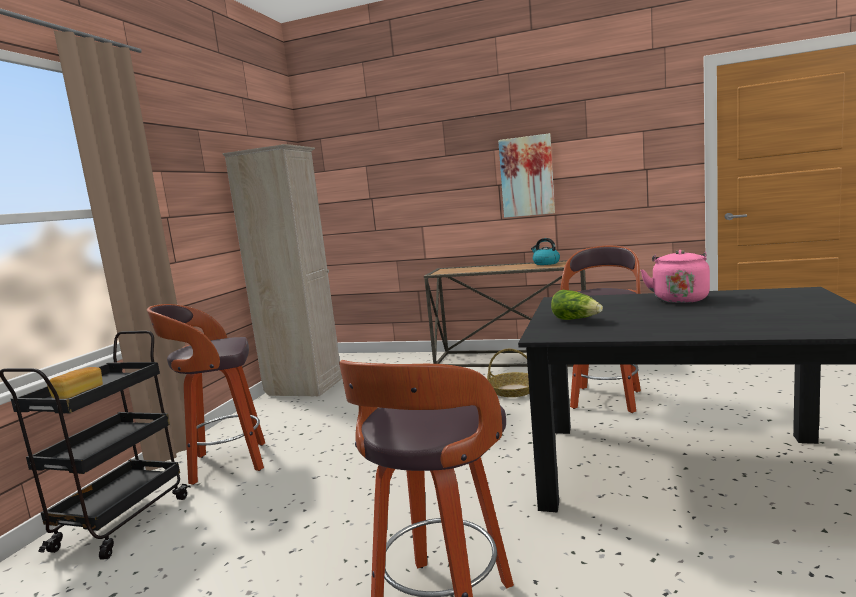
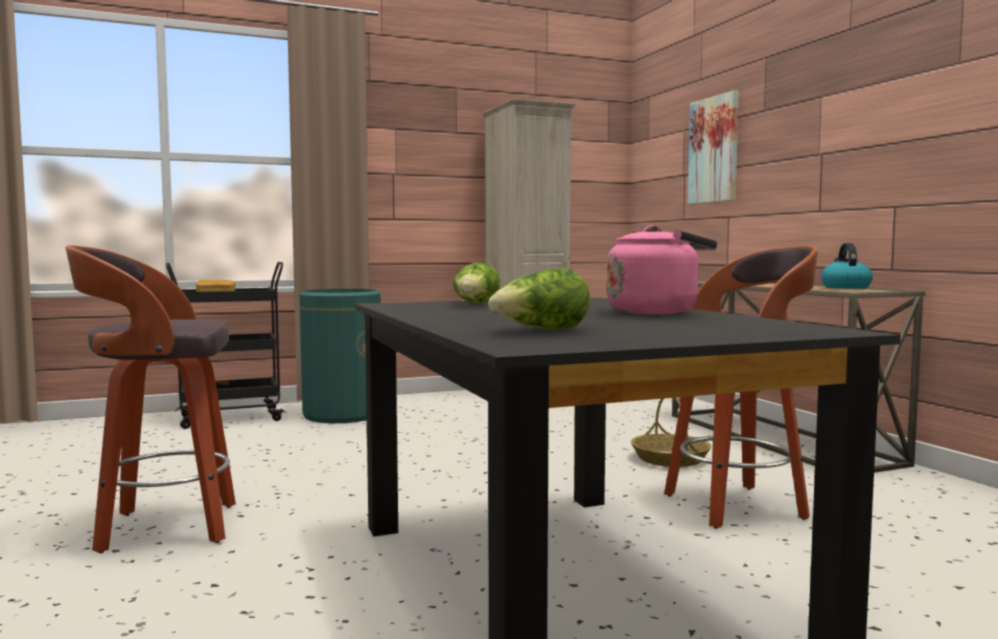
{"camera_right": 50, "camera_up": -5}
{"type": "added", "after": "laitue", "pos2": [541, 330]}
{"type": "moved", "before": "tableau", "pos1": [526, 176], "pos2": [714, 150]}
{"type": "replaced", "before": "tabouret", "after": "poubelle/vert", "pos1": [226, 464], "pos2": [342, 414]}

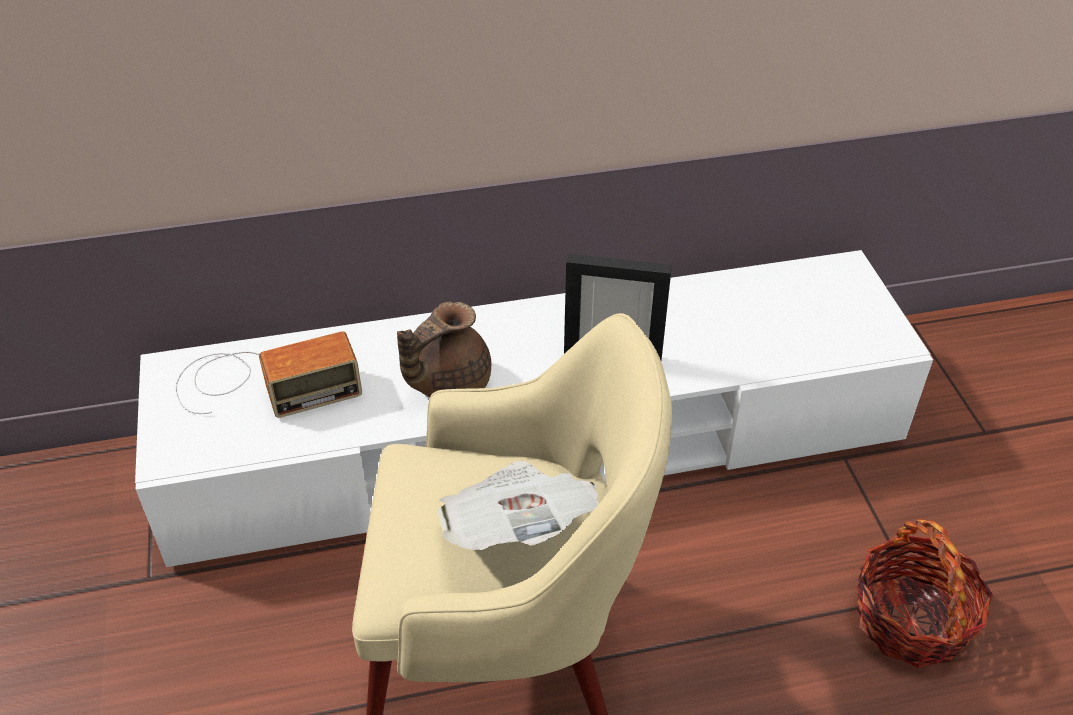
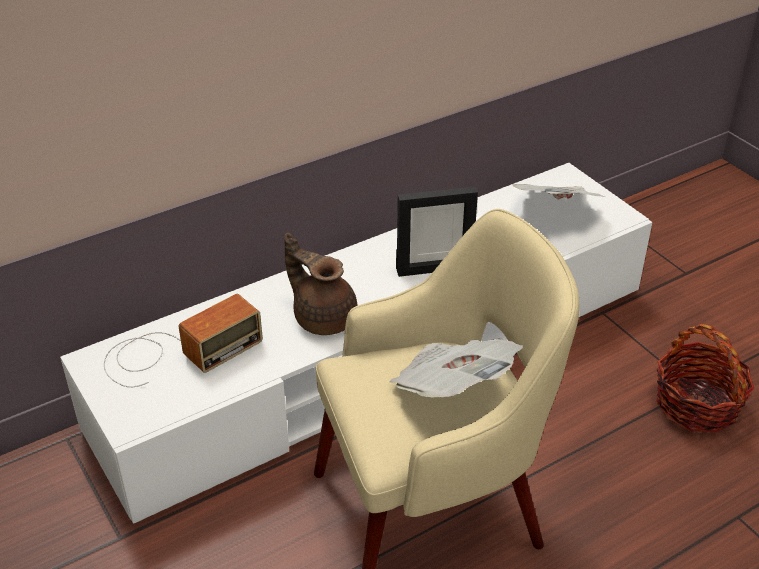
{"camera_right": -20, "camera_up": -5}
{"type": "added", "after": "journal", "pos2": [557, 211]}
{"type": "turned", "before": "théière/marron", "pos1": [448, 383], "pos2": [323, 317], "turn": 105}

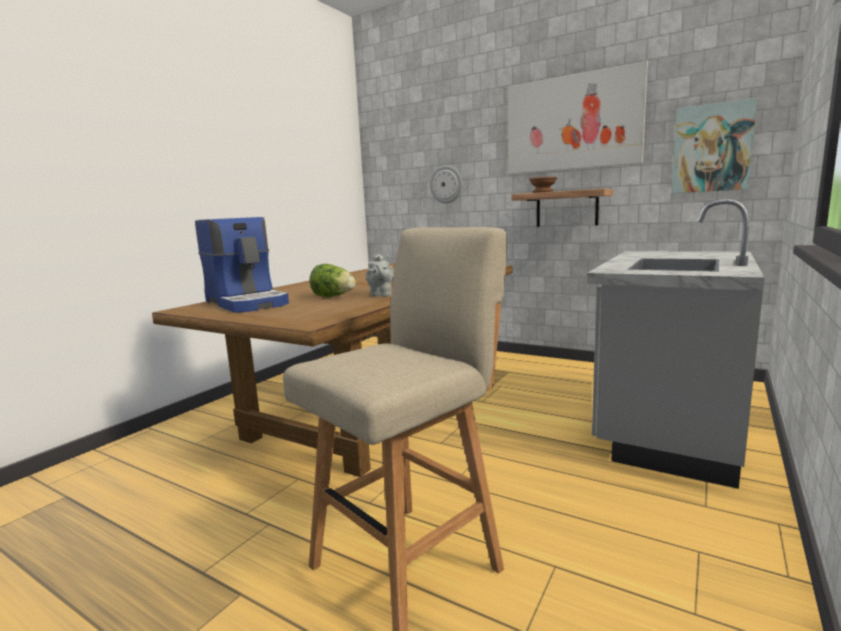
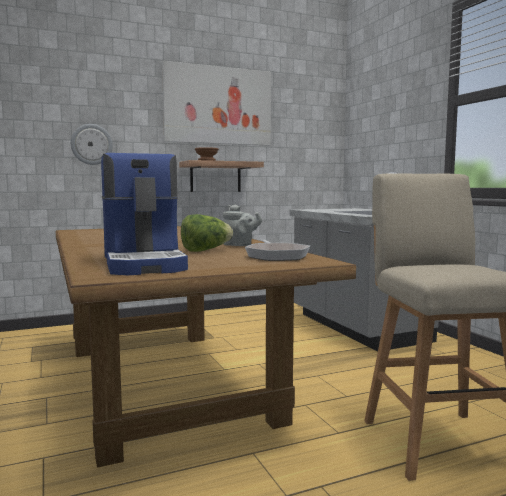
{"camera_right": -55, "camera_up": -5}
{"type": "removed", "before": "tableau", "pos1": [712, 148]}
{"type": "added", "after": "poêle", "pos2": [276, 256]}
{"type": "turned", "before": "machine à café", "pos1": [248, 302], "pos2": [145, 263], "turn": 75}

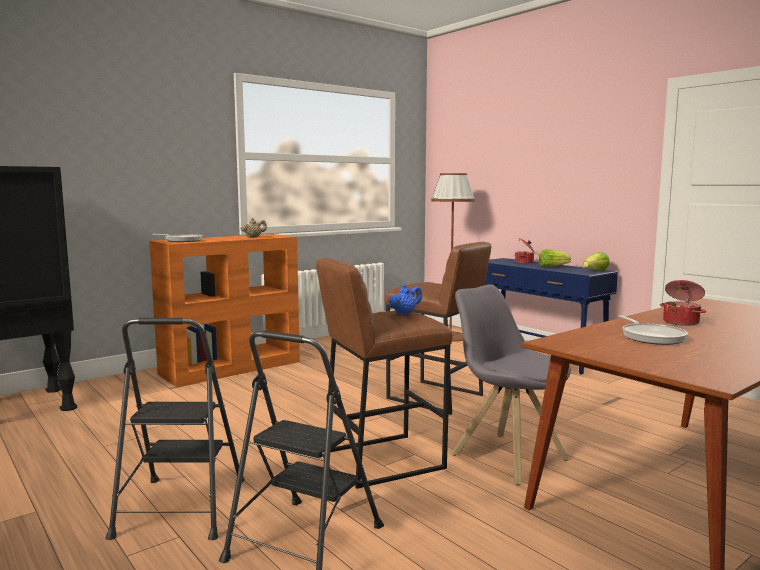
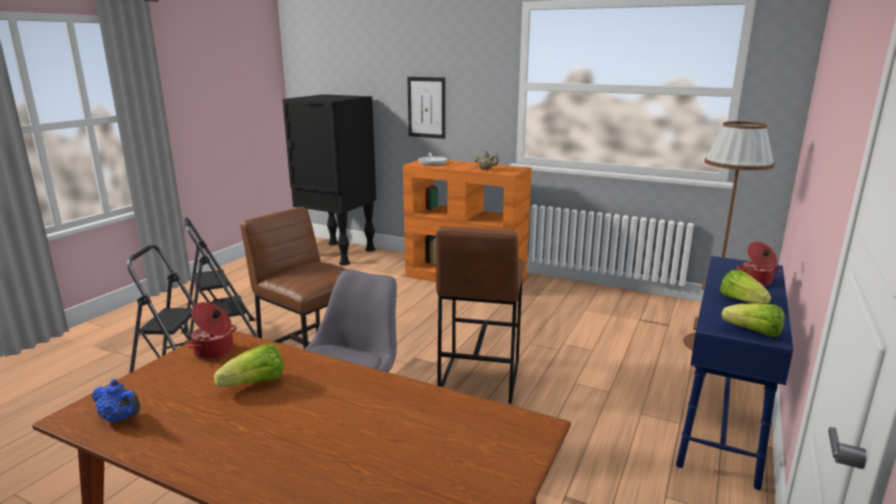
{"camera_right": 65, "camera_up": 10}
{"type": "added", "after": "tableau", "pos2": [426, 107]}
{"type": "moved", "before": "théière/bleu", "pos1": [405, 313], "pos2": [121, 418]}
{"type": "moved", "before": "marmite", "pos1": [681, 322], "pos2": [215, 351]}
{"type": "replaced", "before": "poêle", "after": "laitue", "pos1": [651, 337], "pos2": [255, 384]}

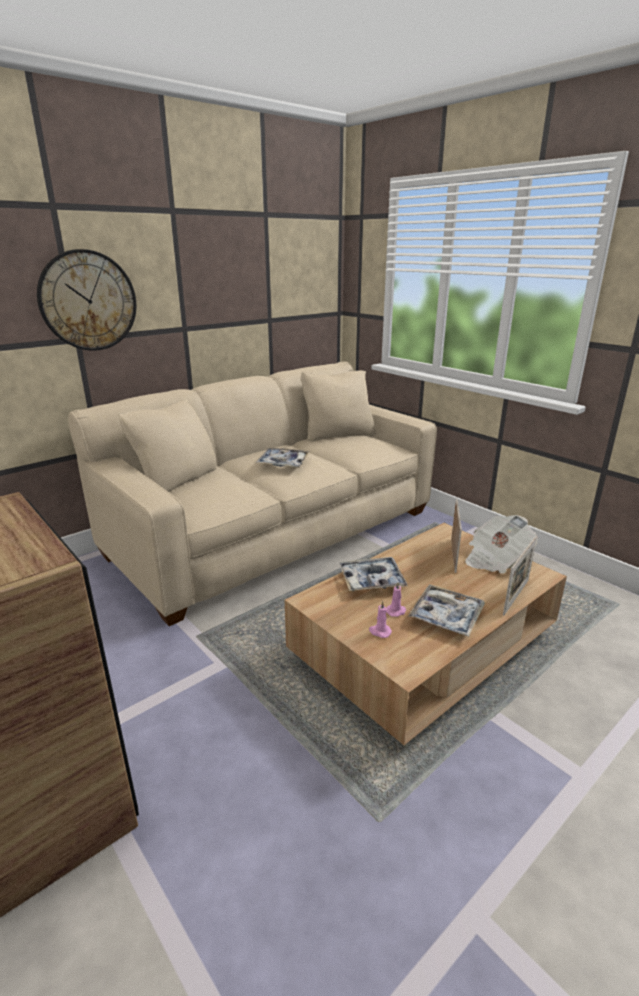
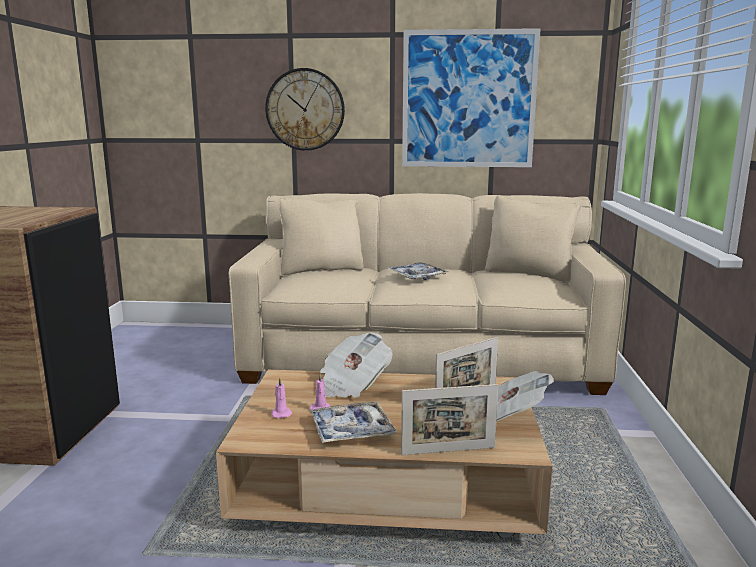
{"camera_right": 45, "camera_up": -10}
{"type": "added", "after": "tableau", "pos2": [468, 99]}
{"type": "replaced", "before": "plateau", "after": "journal", "pos1": [372, 580], "pos2": [351, 385]}

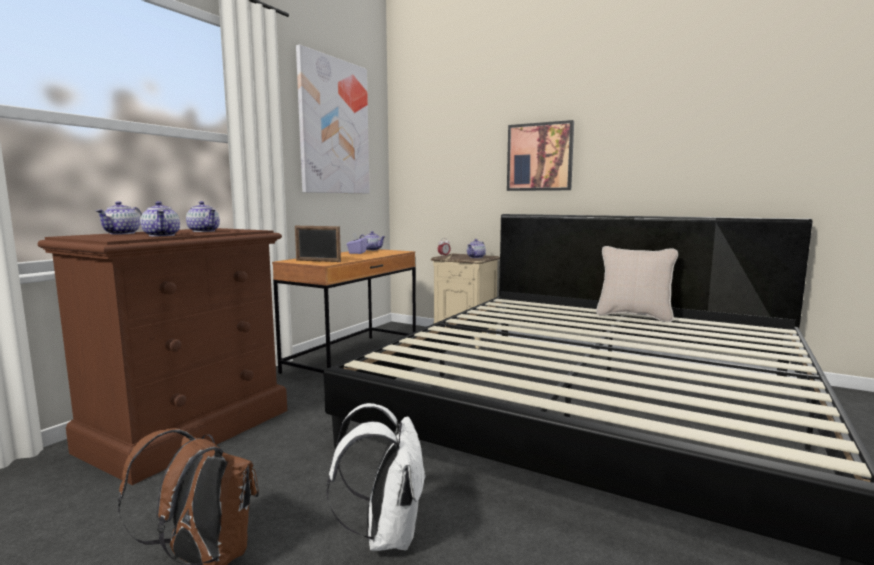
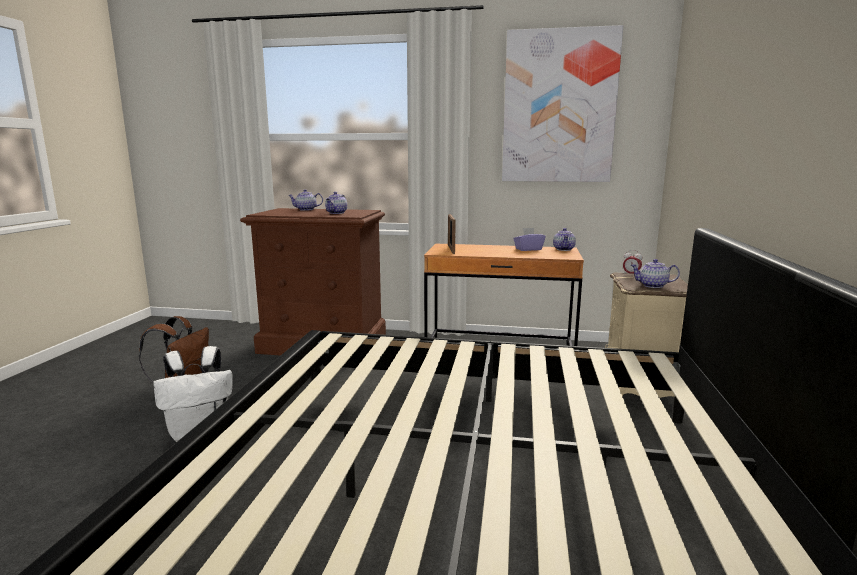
{"camera_right": 70, "camera_up": 5}
{"type": "removed", "before": "théière", "pos1": [162, 235]}
{"type": "removed", "before": "tableau", "pos1": [540, 157]}
{"type": "removed", "before": "coussin/beige", "pos1": [634, 316]}

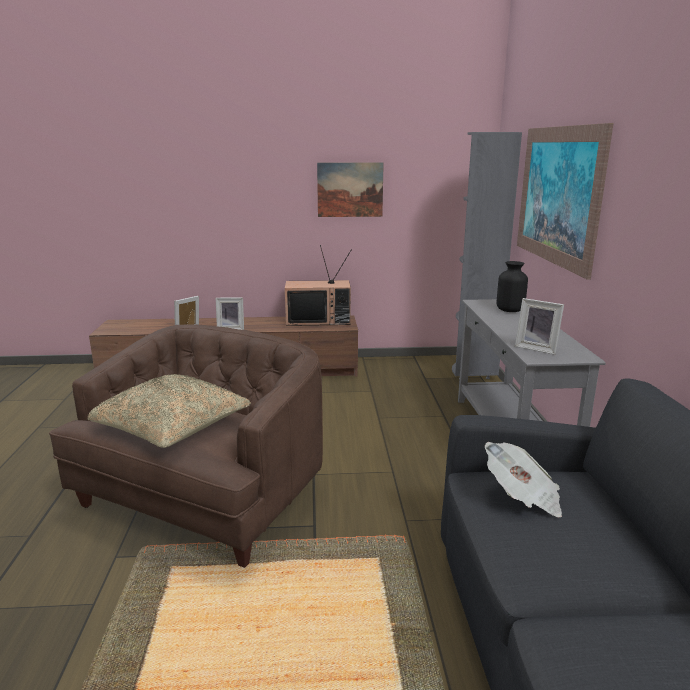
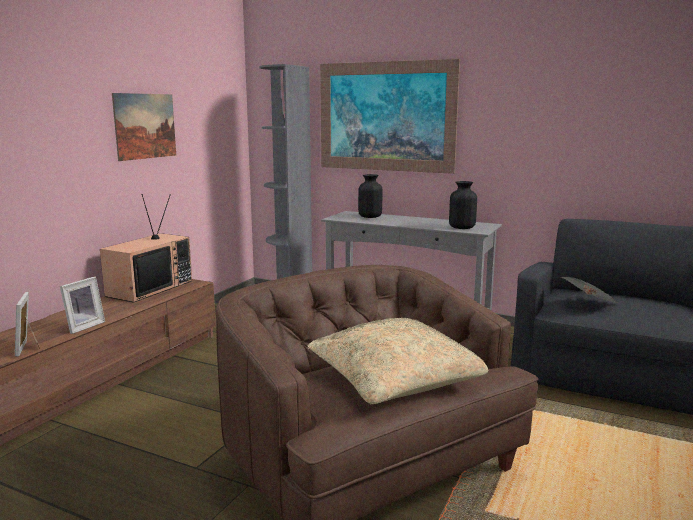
{"camera_right": -60, "camera_up": -5}
{"type": "replaced", "before": "cadre photo", "after": "vase/noir", "pos1": [537, 348], "pos2": [462, 227]}

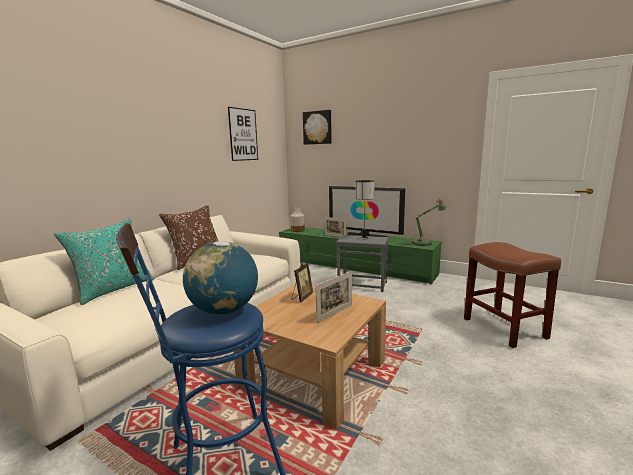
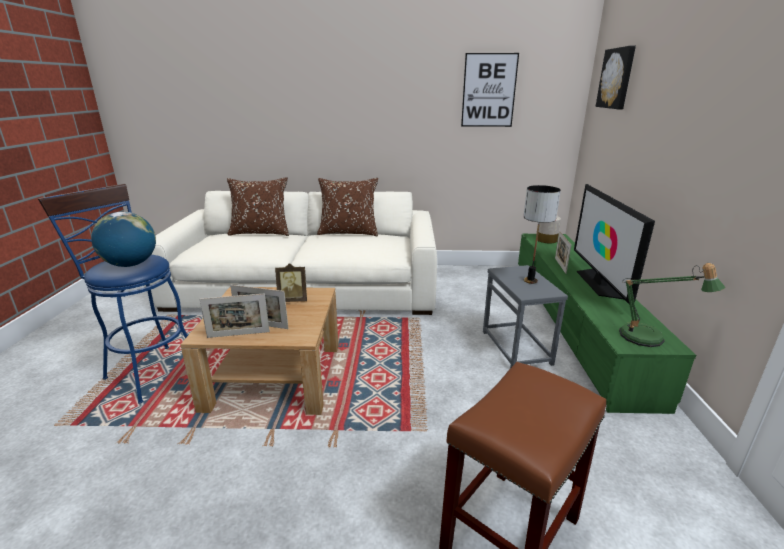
{"camera_right": 60, "camera_up": 10}
{"type": "added", "after": "cadre photo", "pos2": [238, 334]}
{"type": "recoloured", "before": "coussin/turquoise", "after": "coussin/marron", "pos1": [113, 290], "pos2": [261, 233]}

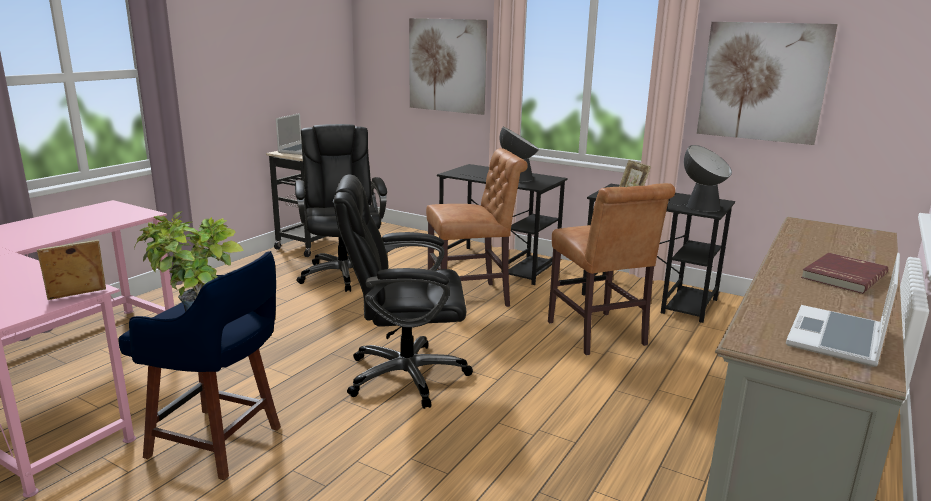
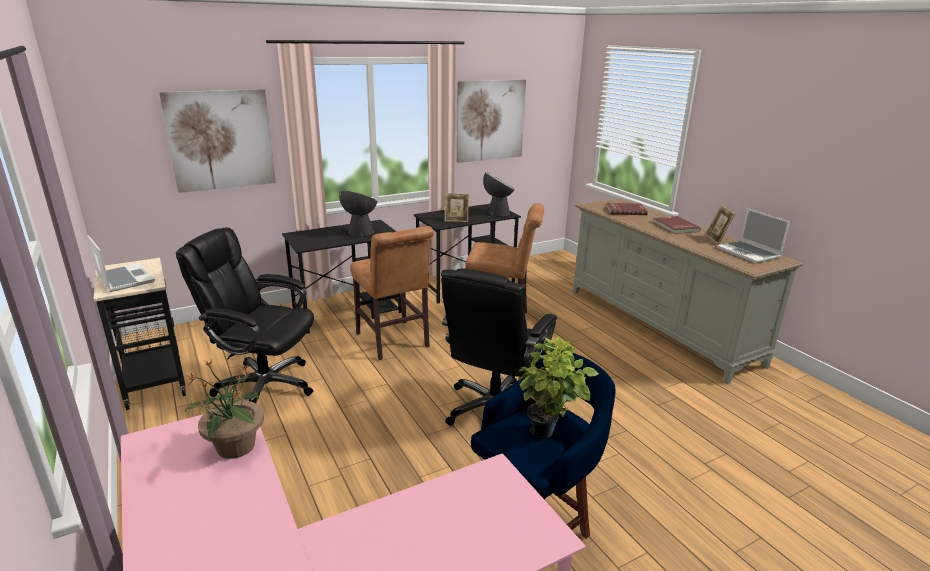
{"camera_right": -60, "camera_up": 5}
{"type": "added", "after": "plante en pot", "pos2": [235, 447]}
{"type": "added", "after": "livre/rouge", "pos2": [625, 210]}
{"type": "moved", "before": "cadre photo", "pos1": [78, 297], "pos2": [716, 239]}
{"type": "turned", "before": "chaise/marron", "pos1": [472, 297], "pos2": [394, 342], "turn": 135}

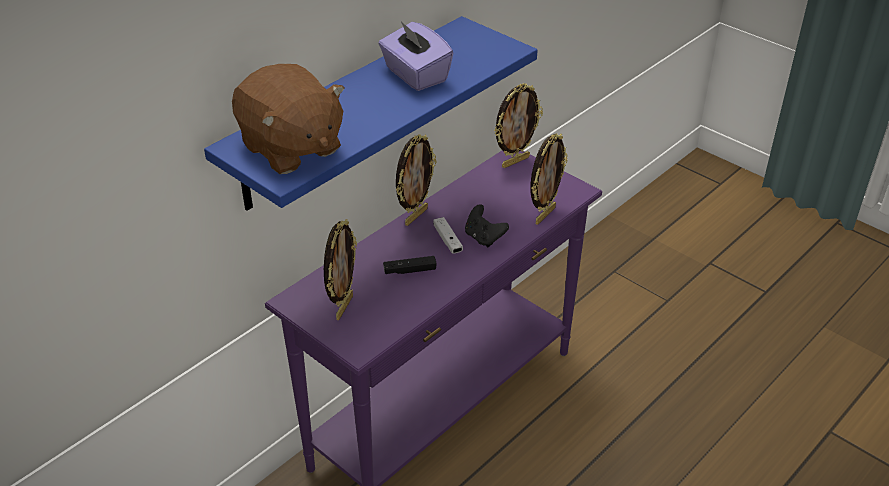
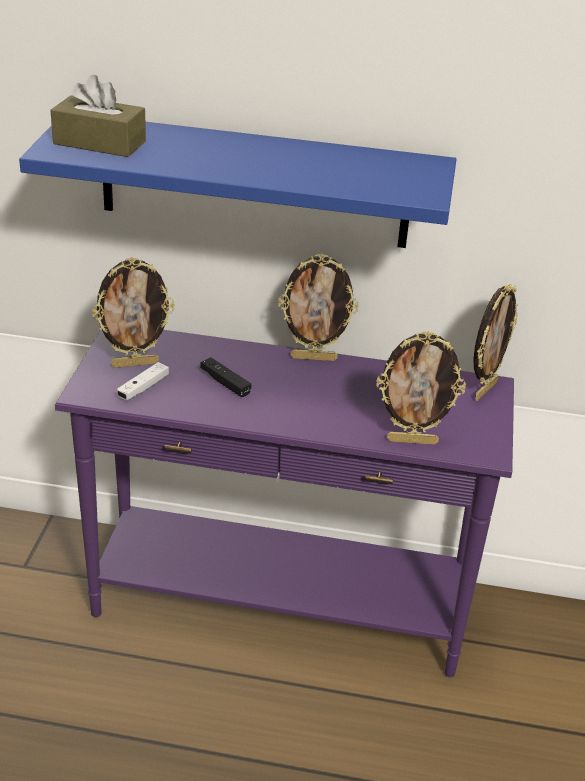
{"camera_right": 55, "camera_up": -5}
{"type": "removed", "before": "boîte à mouchoirs/violet", "pos1": [415, 75]}
{"type": "removed", "before": "manette/noir", "pos1": [484, 238]}
{"type": "moved", "before": "manette/blanc", "pos1": [447, 240], "pos2": [143, 388]}
{"type": "replaced", "before": "peluche/marron", "after": "boîte à mouchoirs/marron", "pos1": [291, 149], "pos2": [99, 143]}
{"type": "turned", "before": "cadre photo", "pos1": [515, 161], "pos2": [484, 390], "turn": -75}

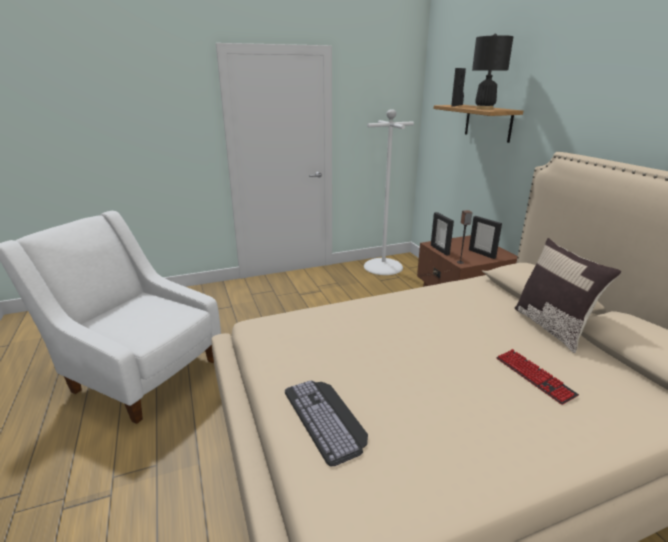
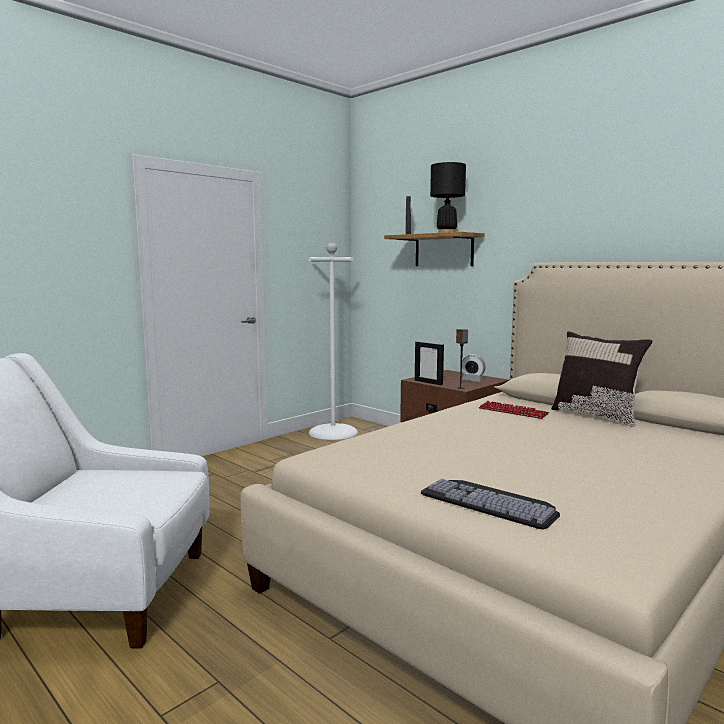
{"camera_right": -25, "camera_up": -15}
{"type": "moved", "before": "clavier", "pos1": [534, 376], "pos2": [512, 412]}
{"type": "replaced", "before": "cadre photo", "after": "réveil", "pos1": [482, 253], "pos2": [472, 380]}

